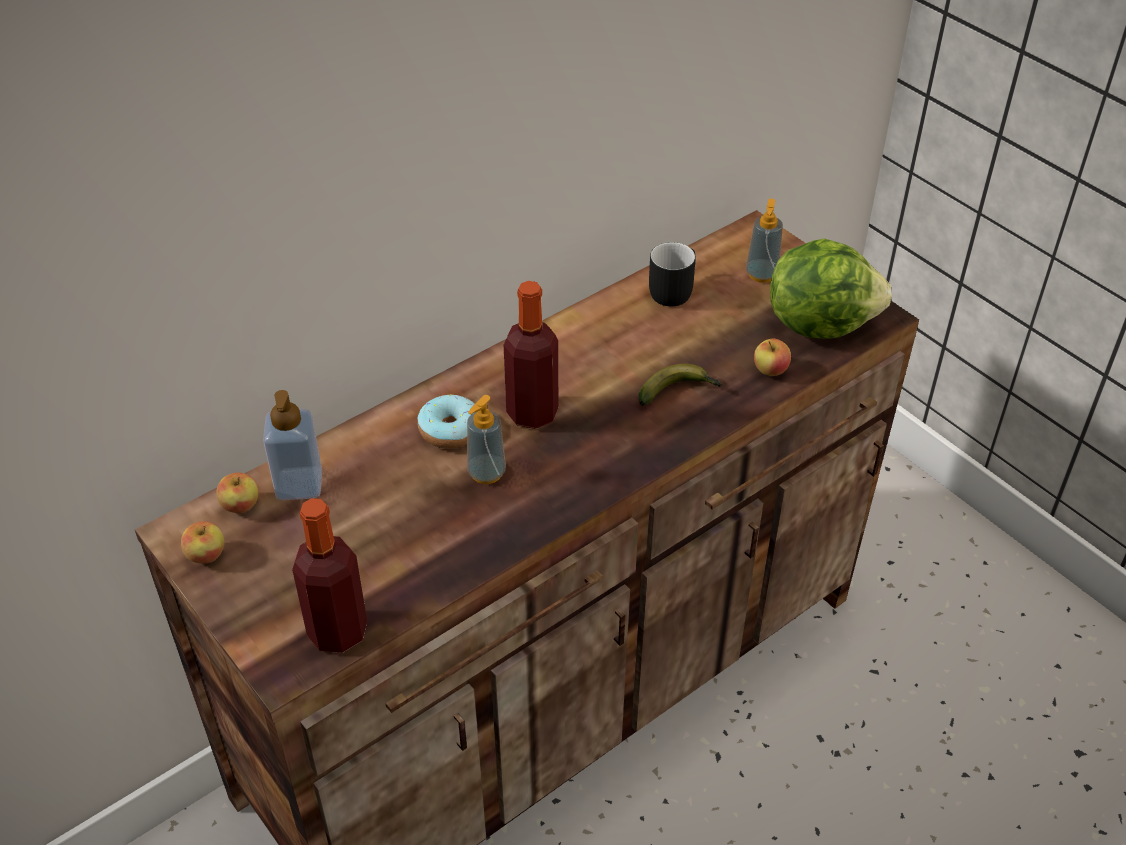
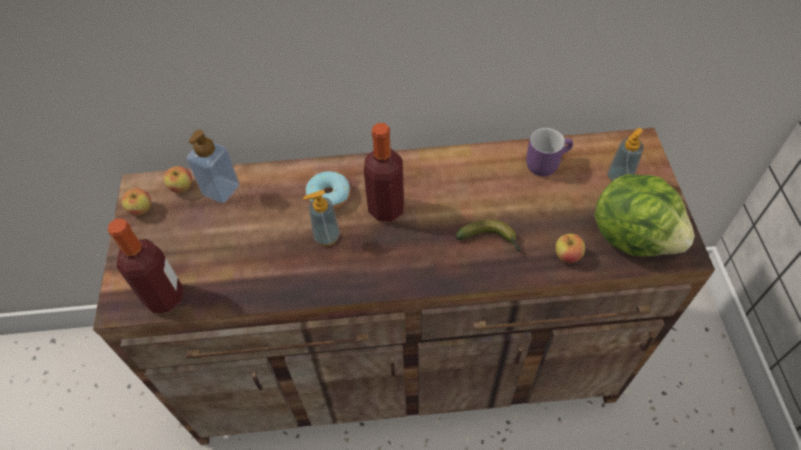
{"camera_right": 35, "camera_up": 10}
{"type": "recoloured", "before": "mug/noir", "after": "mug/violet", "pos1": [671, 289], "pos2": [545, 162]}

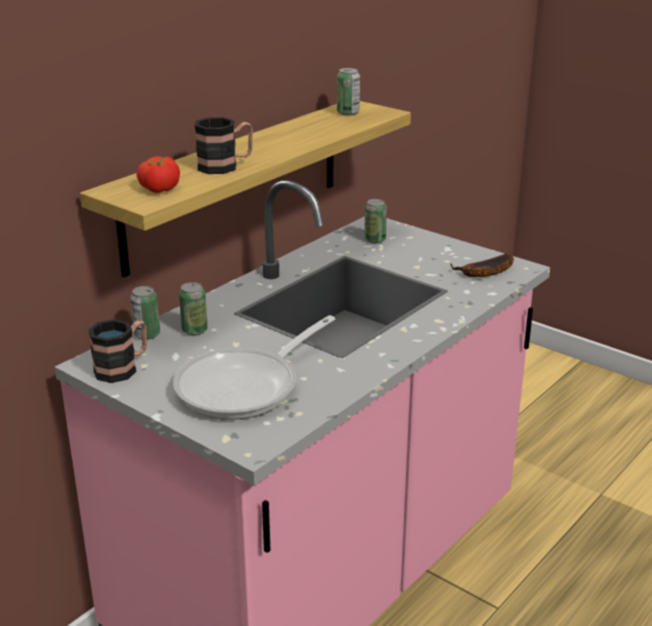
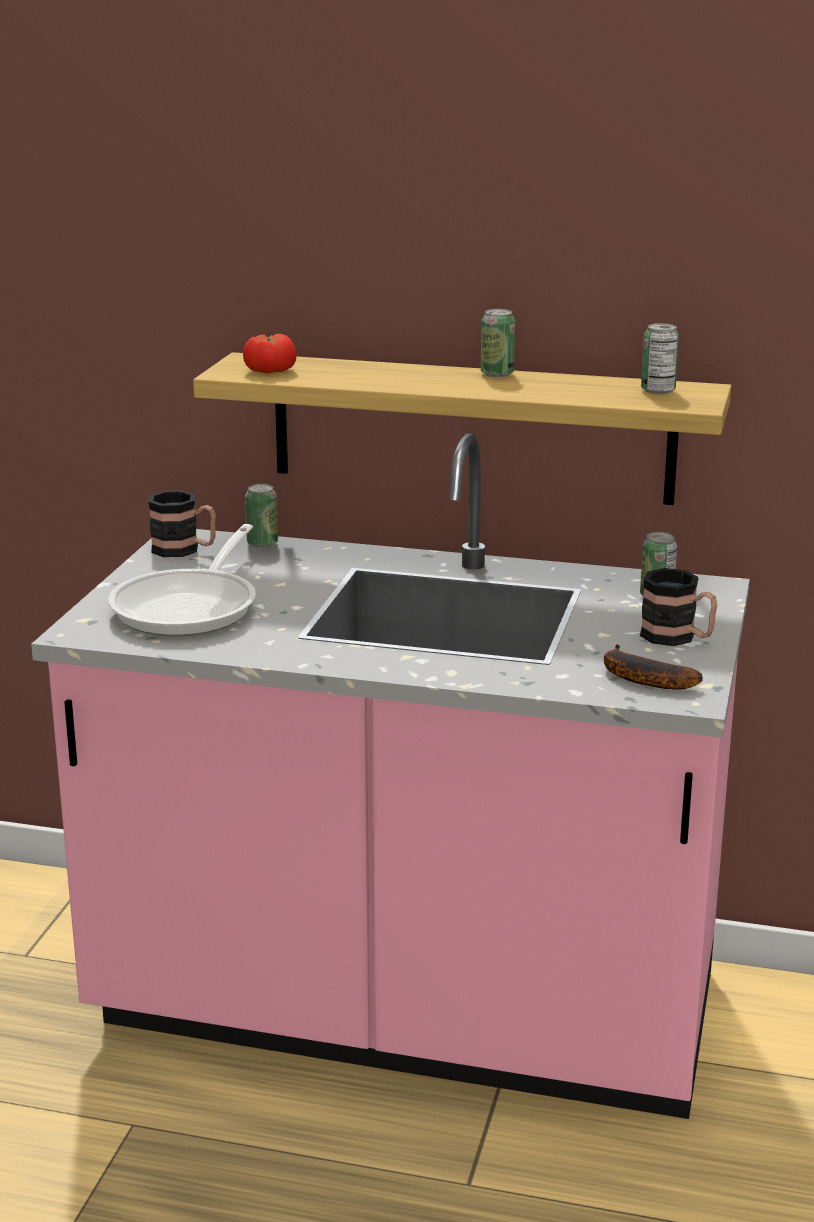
{"camera_right": 65, "camera_up": -5}
{"type": "moved", "before": "boîte métallique", "pos1": [194, 330], "pos2": [497, 374]}
{"type": "moved", "before": "mug", "pos1": [225, 166], "pos2": [677, 638]}
{"type": "turned", "before": "poêle", "pos1": [246, 386], "pos2": [191, 607], "turn": -90}

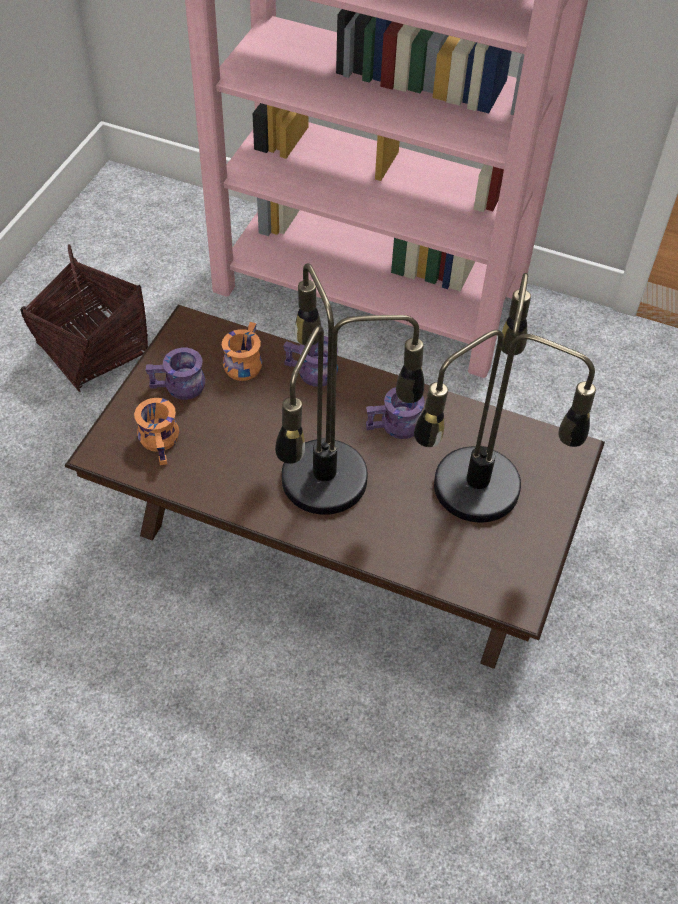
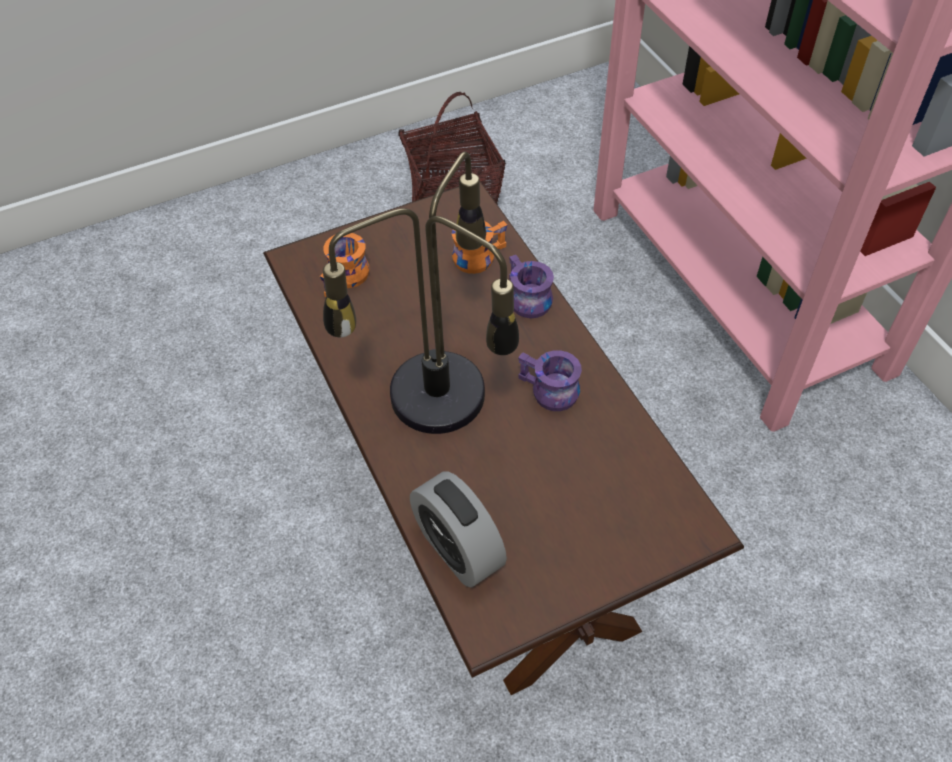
{"camera_right": 45, "camera_up": 0}
{"type": "removed", "before": "mug/violet", "pos1": [179, 388]}
{"type": "removed", "before": "lampe de table", "pos1": [478, 488]}
{"type": "added", "after": "réveil", "pos2": [458, 549]}

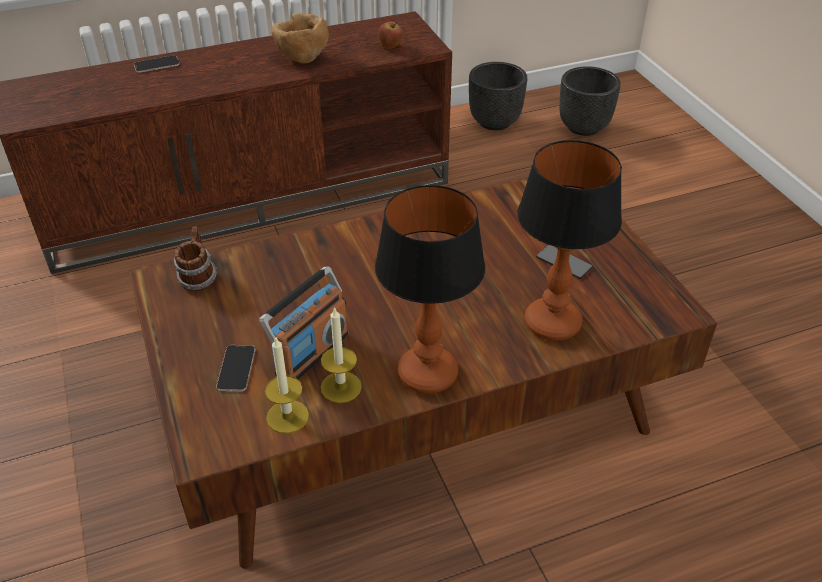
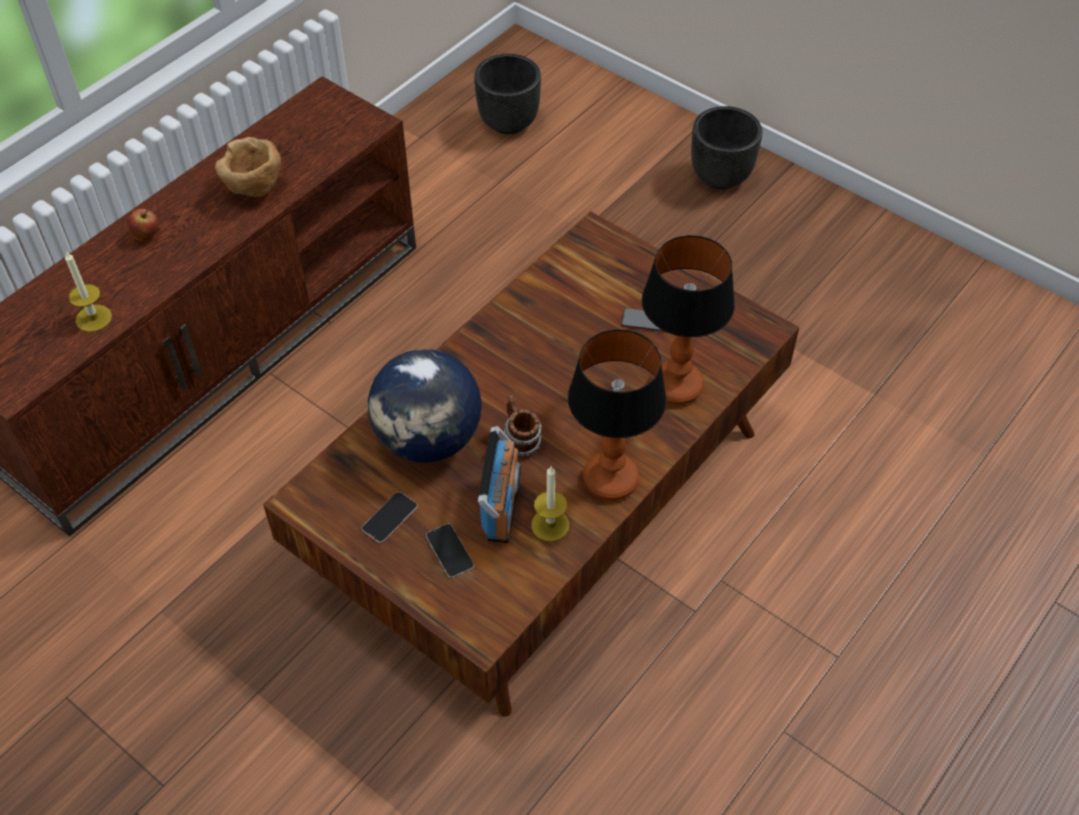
{"camera_right": -30, "camera_up": 10}
{"type": "added", "after": "globe", "pos2": [429, 439]}
{"type": "moved", "before": "téléphone", "pos1": [156, 65], "pos2": [389, 518]}
{"type": "moved", "before": "mug", "pos1": [198, 278], "pos2": [520, 442]}
{"type": "moved", "before": "bougie", "pos1": [287, 416], "pos2": [93, 318]}
{"type": "moved", "before": "pomme", "pos1": [390, 46], "pos2": [147, 236]}
{"type": "moved", "before": "cache-pot/noir", "pos1": [495, 122], "pos2": [721, 176]}

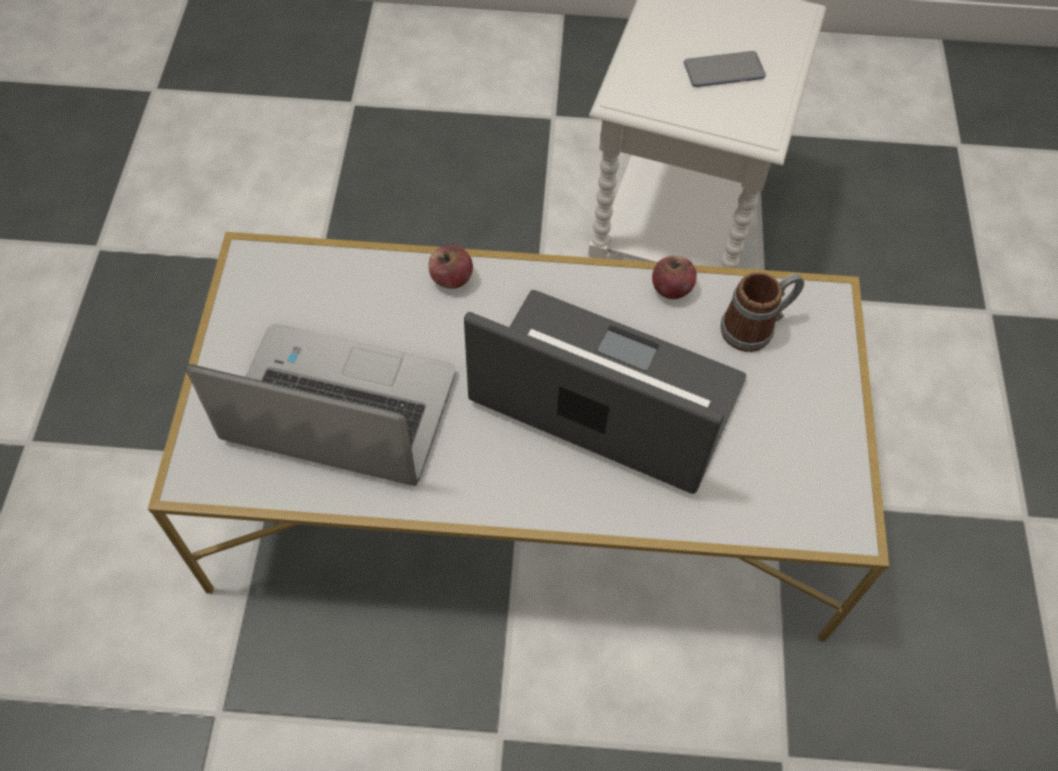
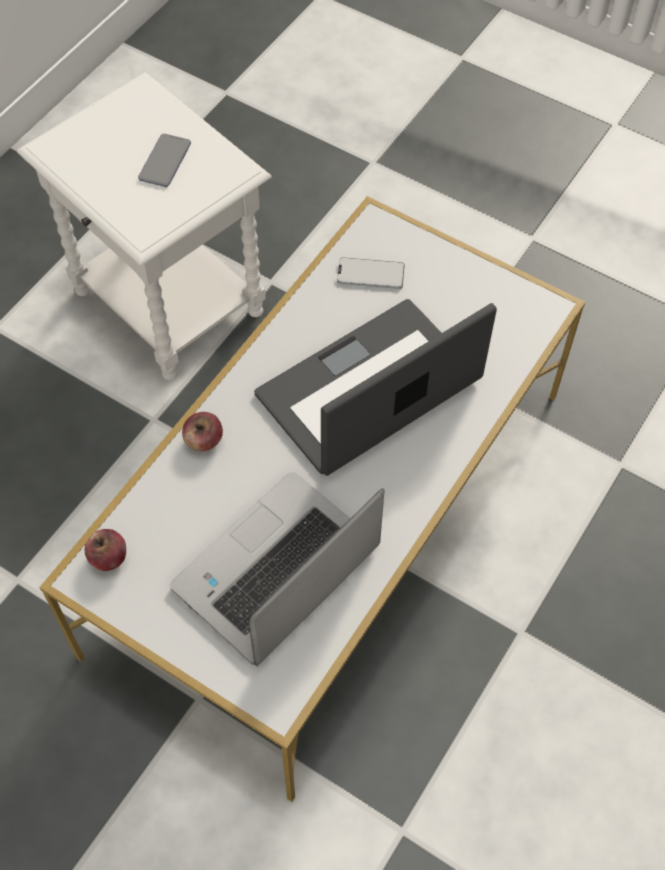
{"camera_right": -60, "camera_up": 0}
{"type": "moved", "before": "pomme", "pos1": [671, 288], "pos2": [108, 557]}
{"type": "replaced", "before": "mug", "after": "téléphone", "pos1": [756, 327], "pos2": [370, 274]}

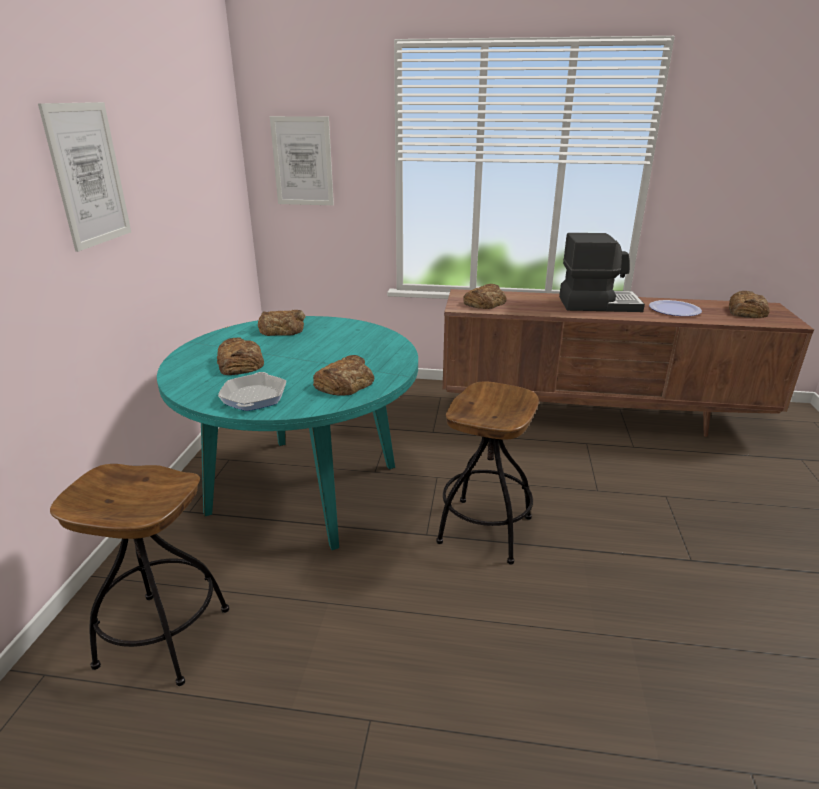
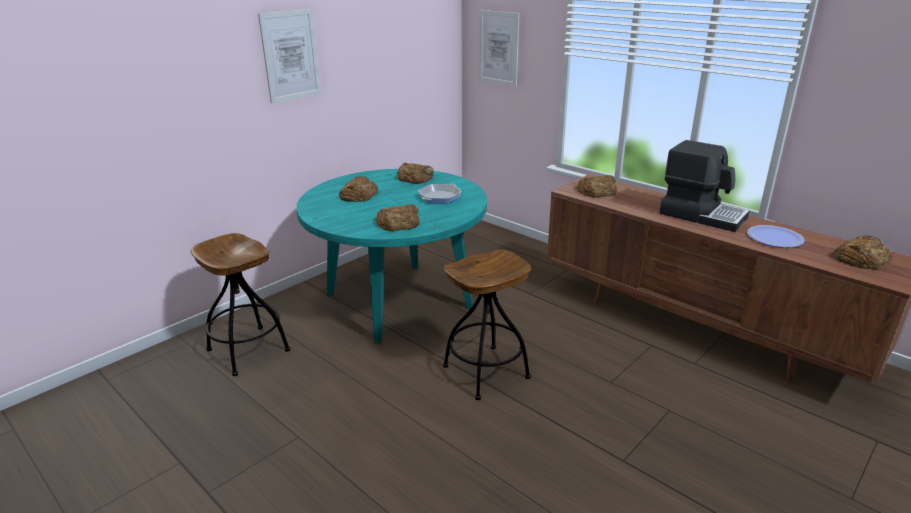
{"camera_right": 35, "camera_up": 0}
{"type": "moved", "before": "poêle", "pos1": [254, 397], "pos2": [439, 197]}

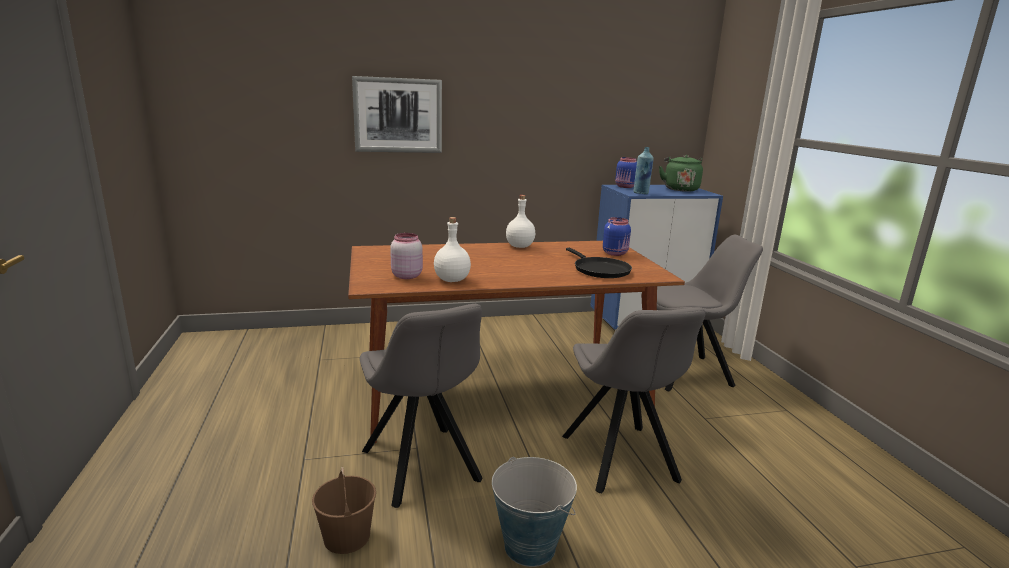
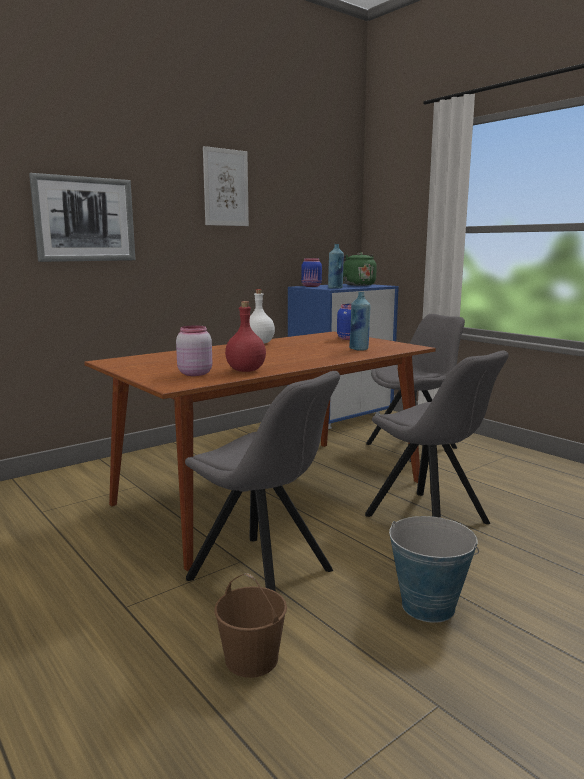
{"camera_right": -25, "camera_up": -5}
{"type": "added", "after": "tableau", "pos2": [226, 187]}
{"type": "replaced", "before": "poêle/noir", "after": "bouteille/bleu", "pos1": [599, 270], "pos2": [359, 349]}
{"type": "recoloured", "before": "bouteille/blanc", "after": "bouteille/rouge", "pos1": [452, 280], "pos2": [246, 370]}

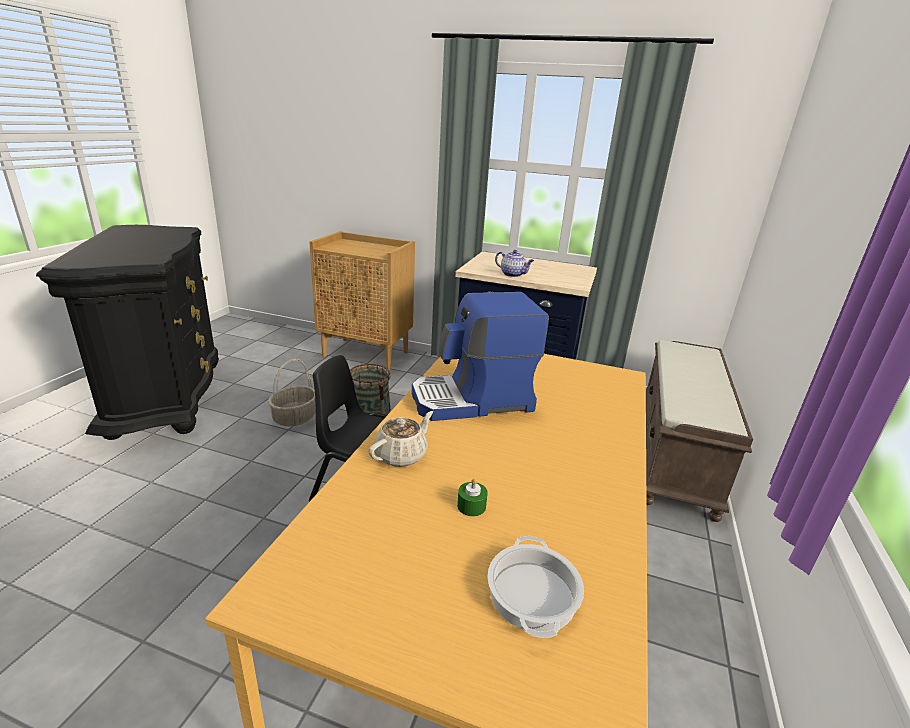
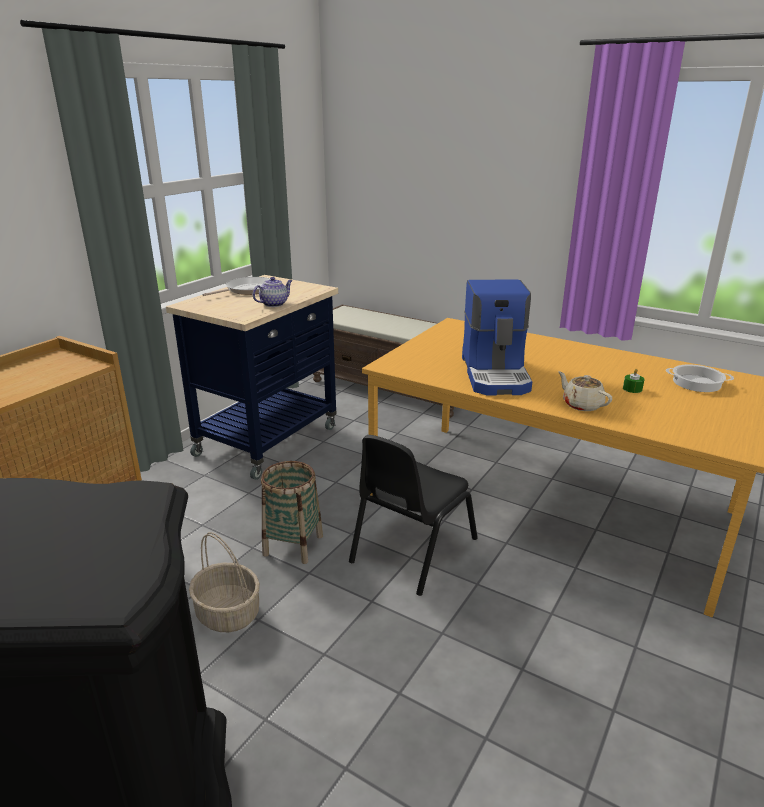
{"camera_right": -75, "camera_up": 0}
{"type": "added", "after": "poêle", "pos2": [247, 290]}

